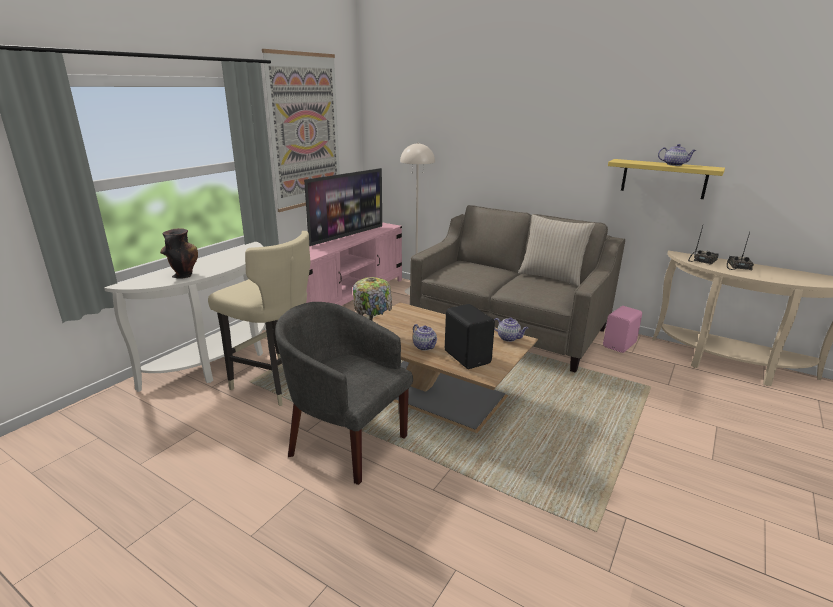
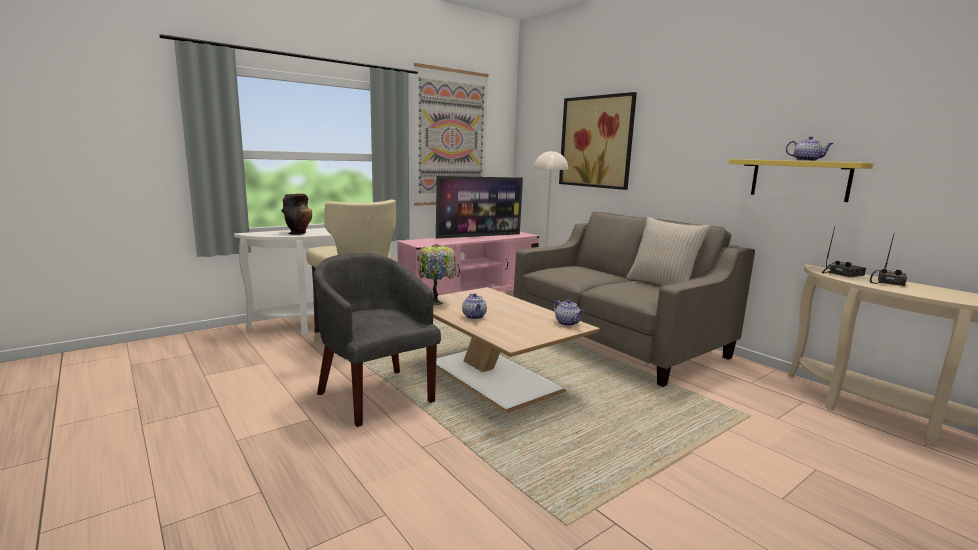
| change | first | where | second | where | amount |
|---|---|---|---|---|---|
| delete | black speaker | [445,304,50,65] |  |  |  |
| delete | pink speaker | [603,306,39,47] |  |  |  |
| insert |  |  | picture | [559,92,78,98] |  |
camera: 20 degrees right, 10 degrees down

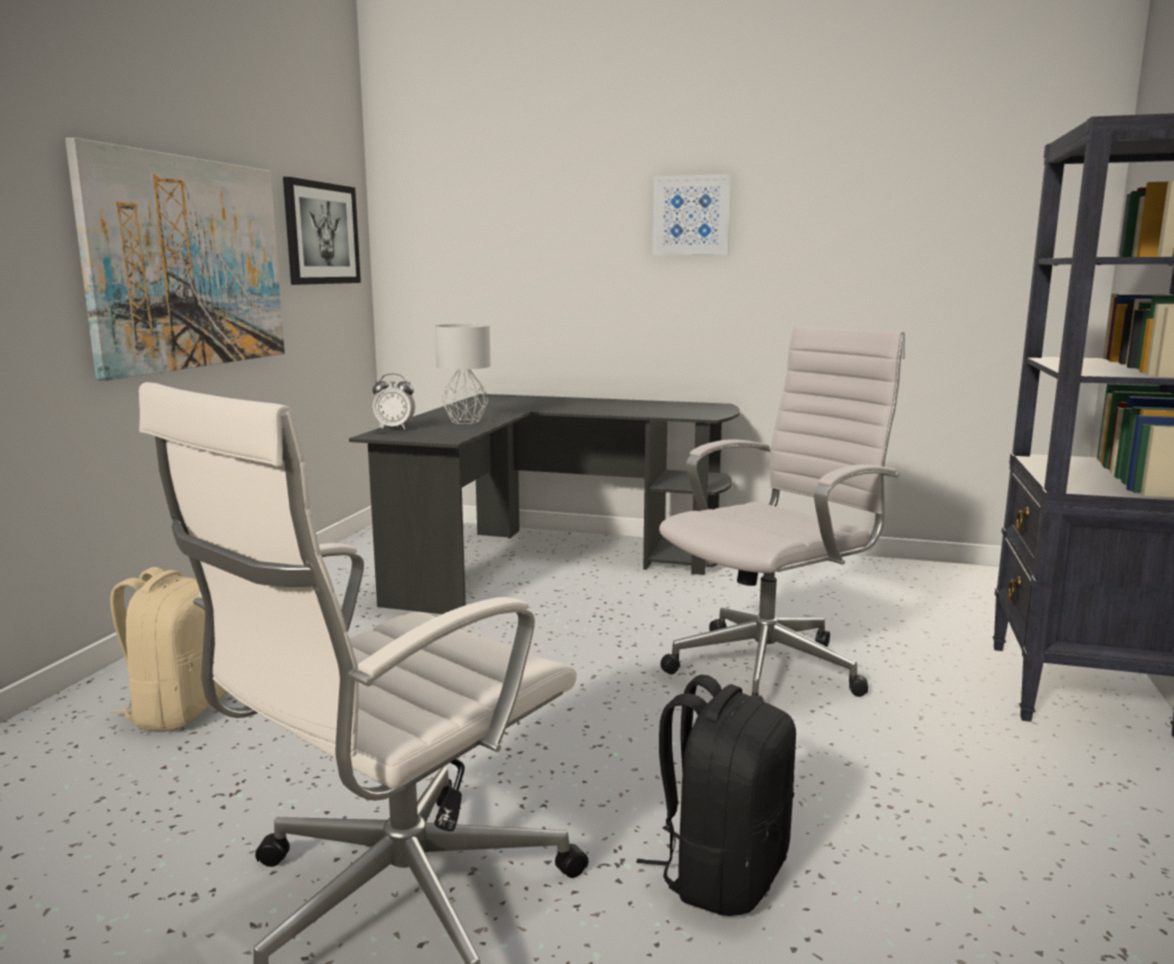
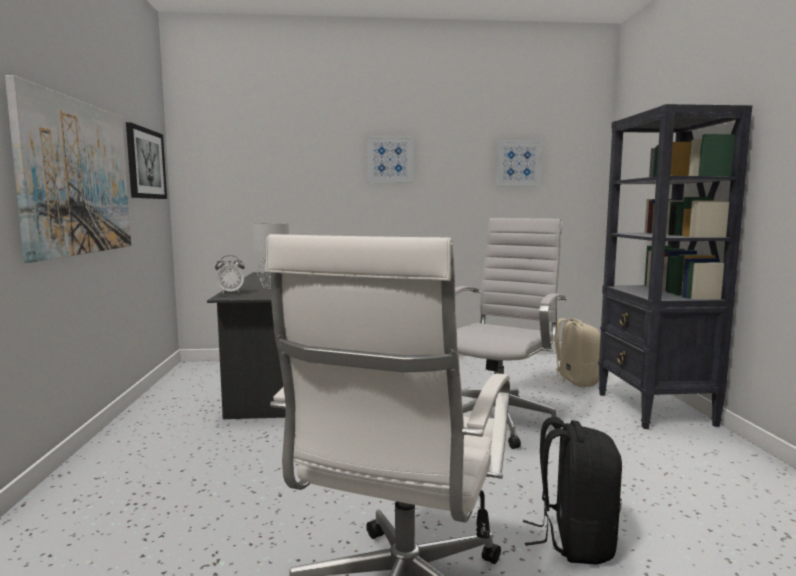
| change | first | where | second | where | amount |
|---|---|---|---|---|---|
| move | beige backpack | [110,567,118,164] |  | [546,318,55,69] |  |
| insert |  |  | picture | [496,140,46,46] |  |
camera: 20 degrees left, 5 degrees down

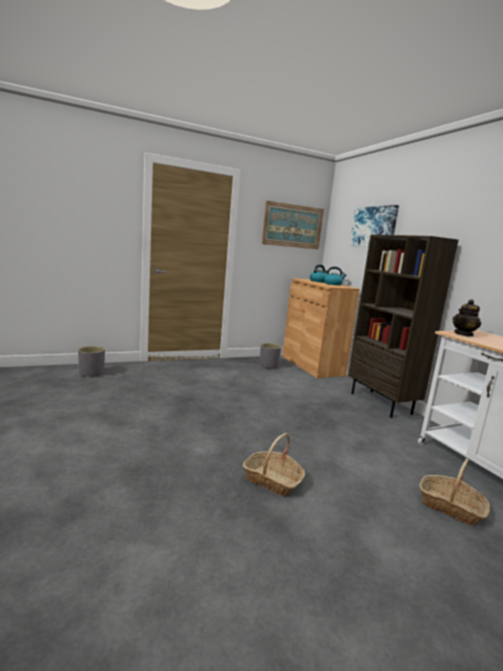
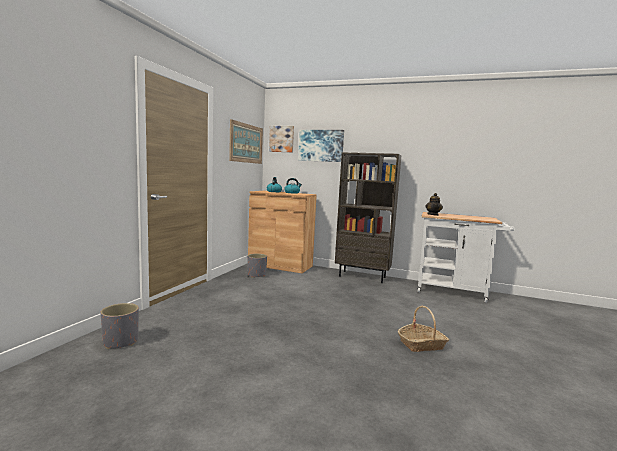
| change | first | where | second | where | amount |
|---|---|---|---|---|---|
| delete | basket | [420,458,70,68] |  |  |  |
| insert |  |  | picture | [269,126,25,26] |  |
camera: 45 degrees left, 5 degrees down

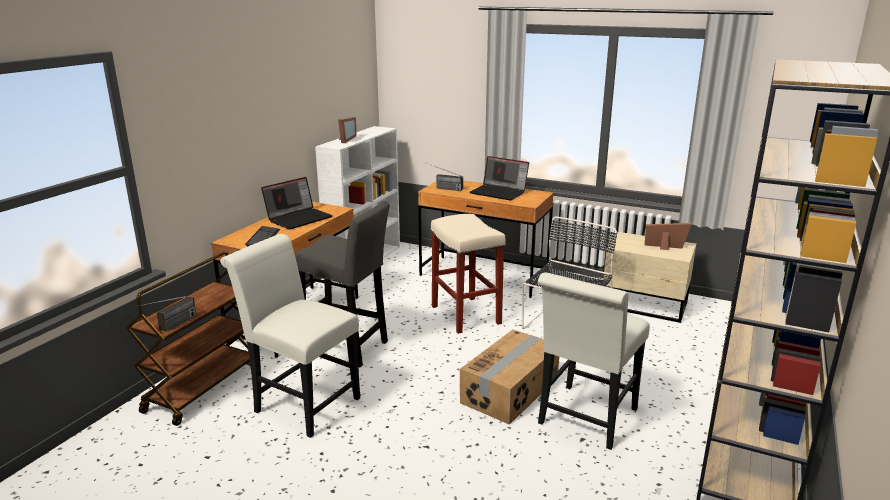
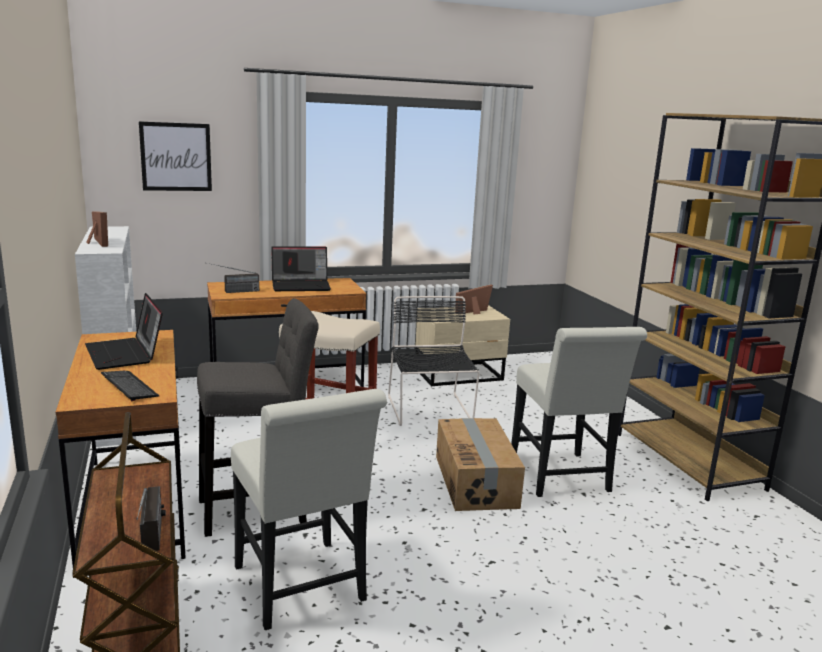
| change | first | where | second | where | amount |
|---|---|---|---|---|---|
| rotate | laptop | [261,177,72,53] |  | [85,293,78,77] | 150 degrees clockwise |
| rotate | white chair | [220,234,140,204] |  | [231,389,156,241] | 105 degrees counterclockwise |
| insert |  |  | picture | [139,121,73,70] |  |
camera: 45 degrees left, 5 degrees down

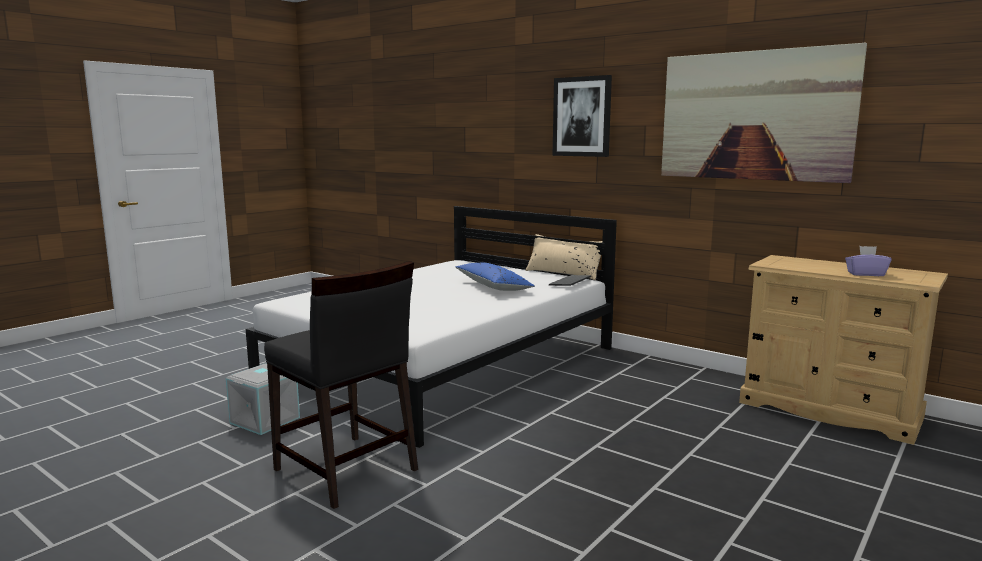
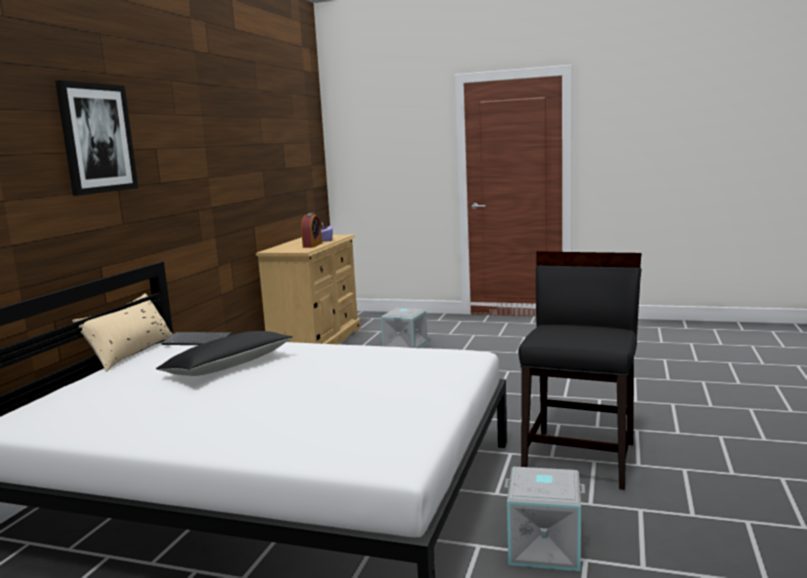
| change | first | where | second | where | amount |
|---|---|---|---|---|---|
| delete | picture | [661,43,206,140] |  |  |  |
| recolor | blue pillow | [455,263,80,28] | black pillow | [156,331,137,45] |  |
| insert |  |  | alarm clock | [301,213,21,35] |  |
| insert |  |  | grey storage box | [381,308,47,40] |  |
camera: 110 degrees left, 0 degrees up

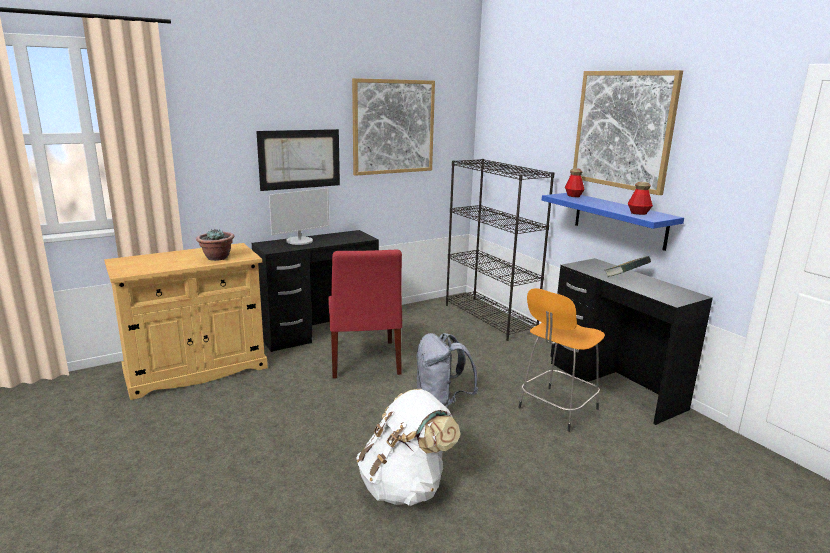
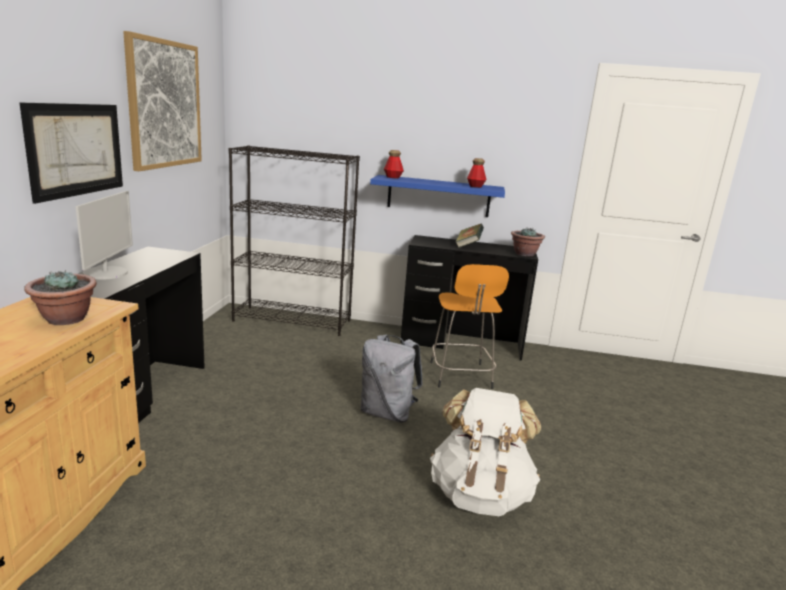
| change | first | where | second | where | amount |
|---|---|---|---|---|---|
| delete | picture | [573,70,110,125] |  |  |  |
| delete | red chair | [328,249,74,130] |  |  |  |
| insert |  |  | potted plant | [511,228,34,28] |  |
camera: 50 degrees left, 0 degrees up

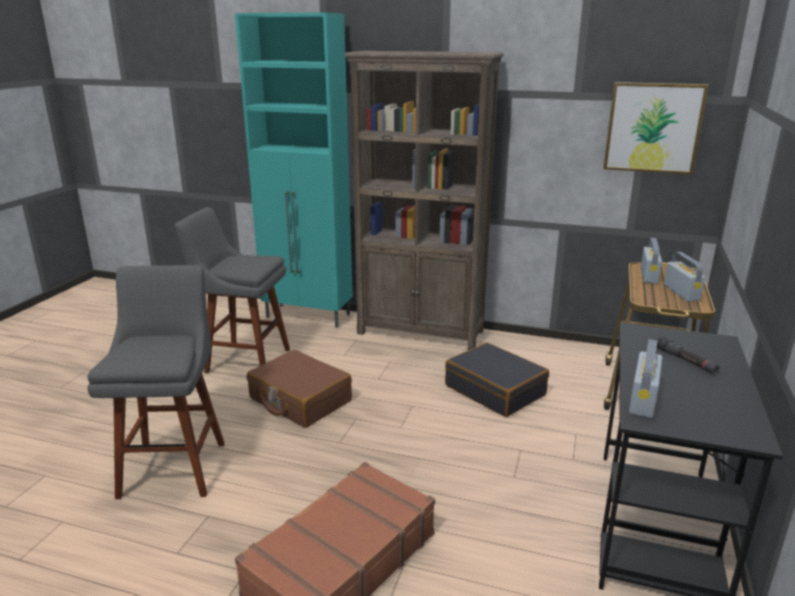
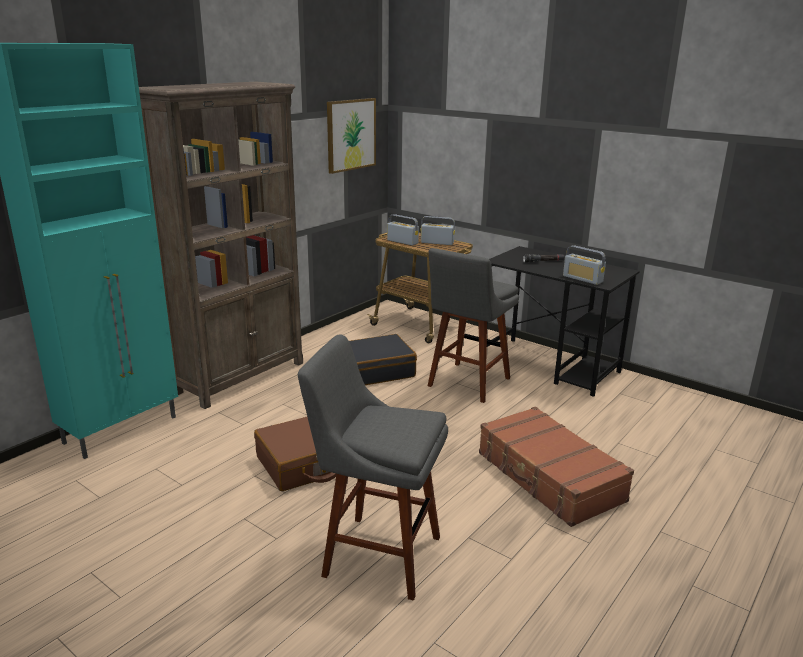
| change | first | where | second | where | amount |
|---|---|---|---|---|---|
| move | grey stool | [175,207,115,166] |  | [428,248,91,155] |  |
camera: 70 degrees left, 0 degrees up

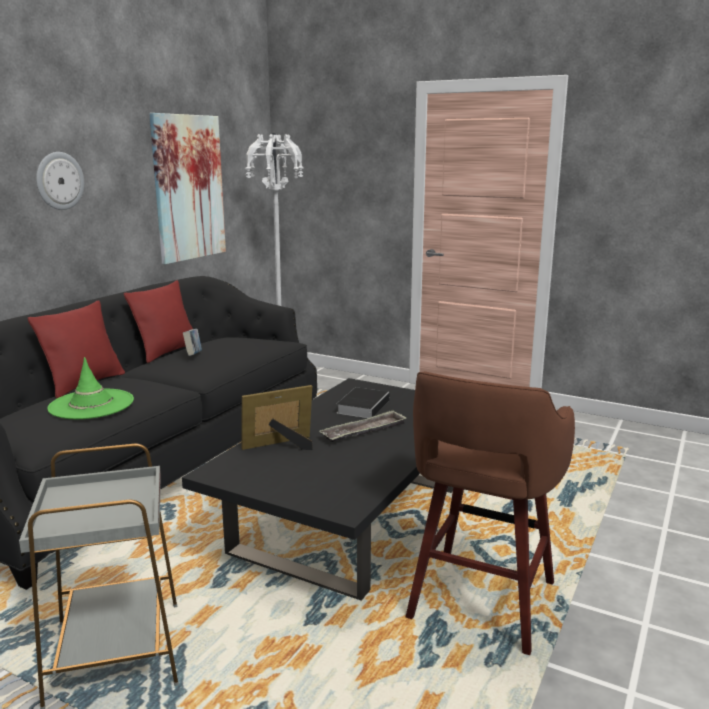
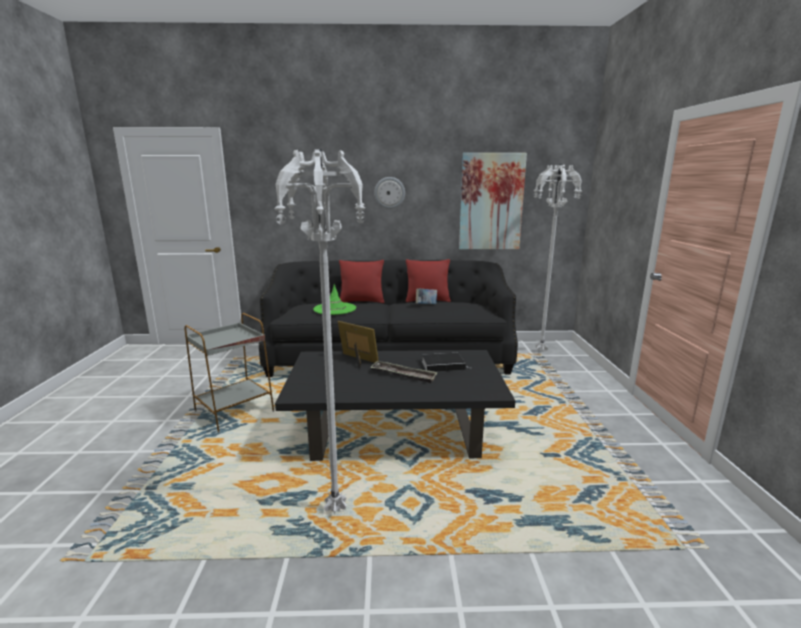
| change | first | where | second | where | amount |
|---|---|---|---|---|---|
| replace | brown stool | [406,371,169,284] | white floor lamp | [274,149,91,365] |  |
camera: 60 degrees right, 0 degrees up

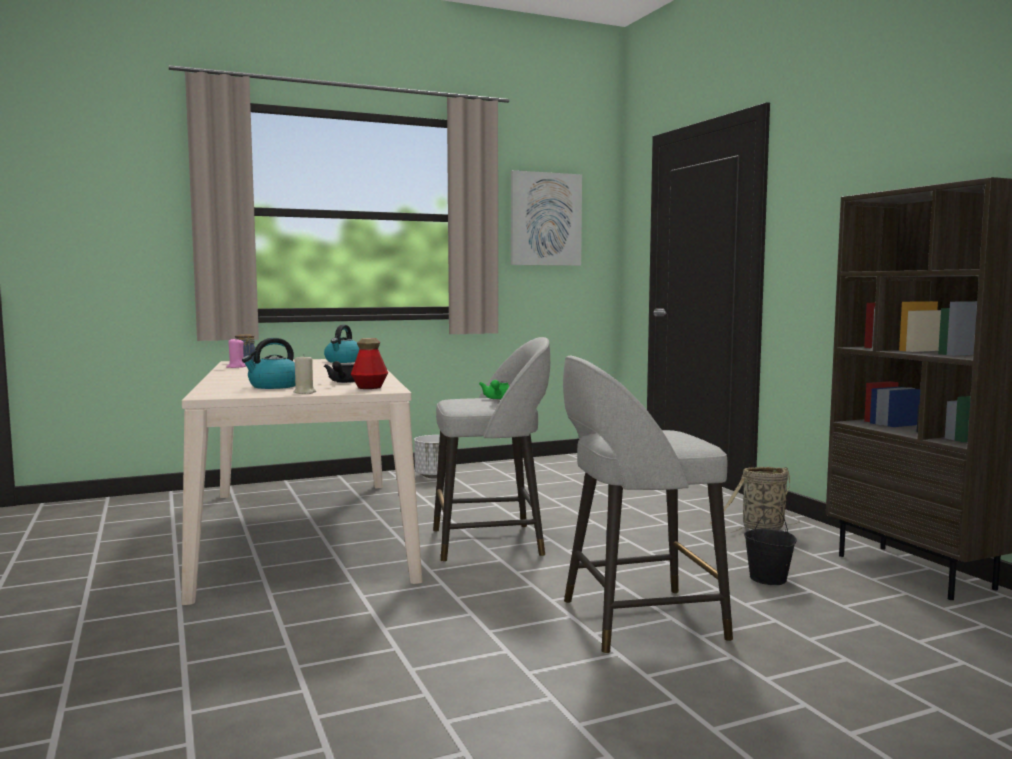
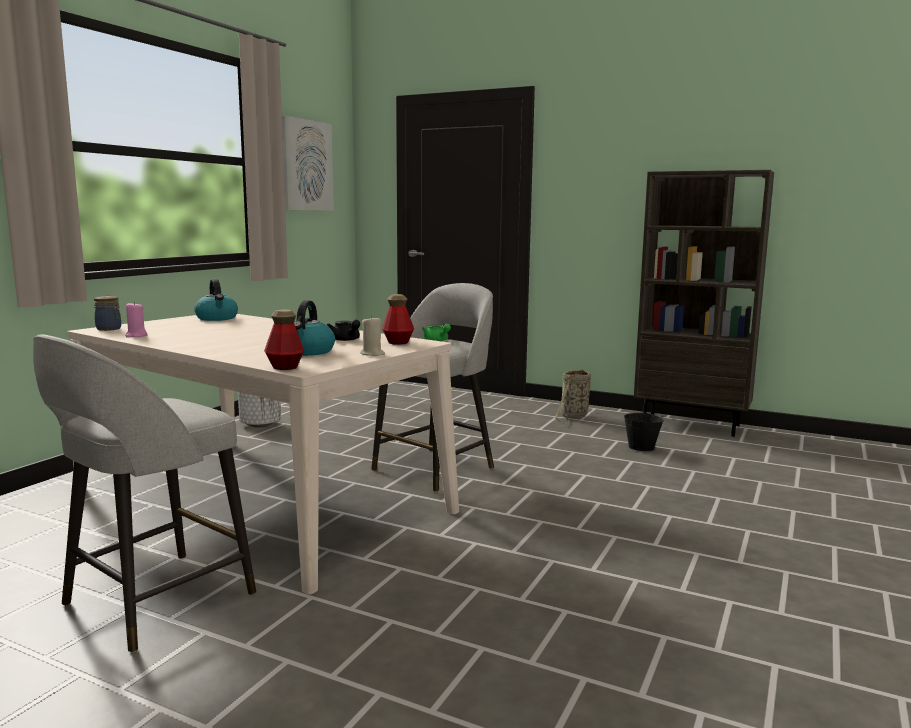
| change | first | where | second | where | amount |
|---|---|---|---|---|---|
| move | grey stool | [563,356,170,298] |  | [33,334,223,319] |  |
| insert |  |  | bottle | [264,309,40,61] |  |
camera: 40 degrees left, 5 degrees up

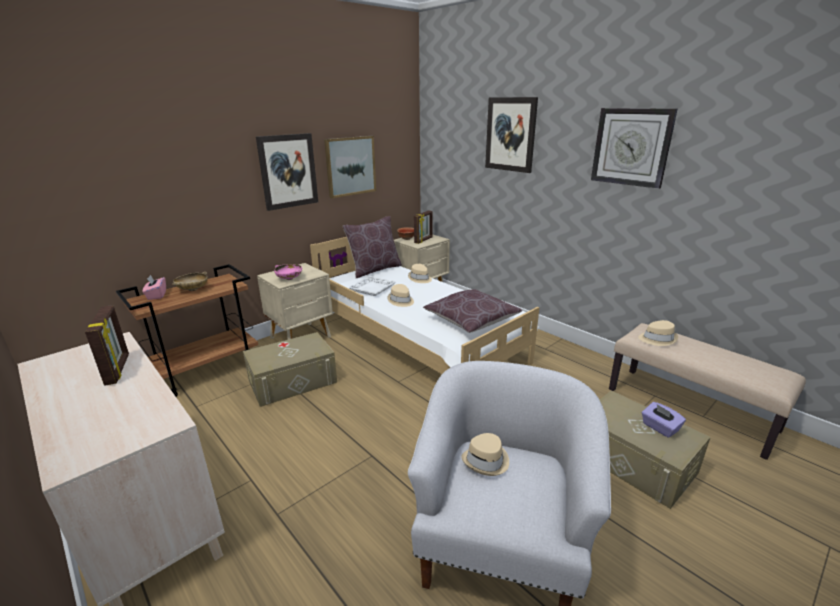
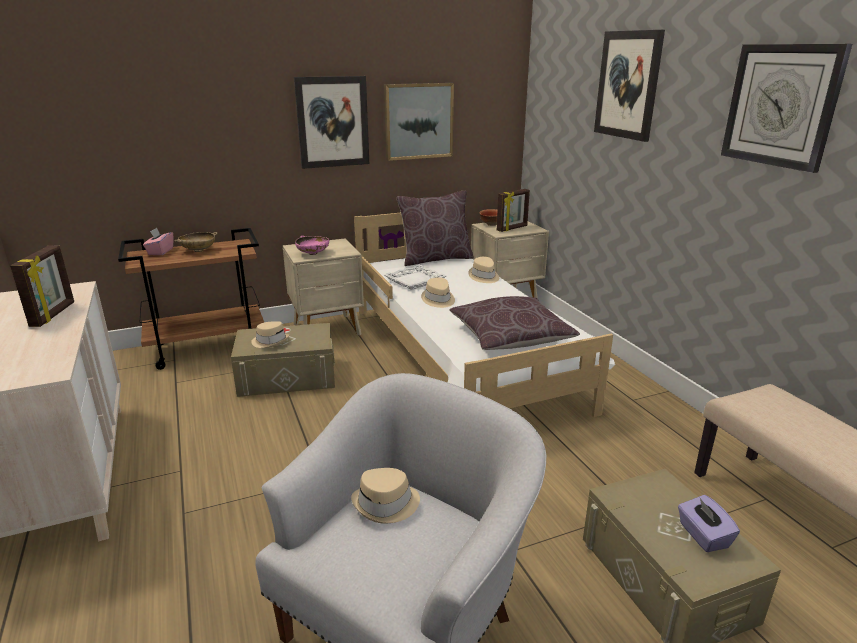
| change | first | where | second | where | amount |
|---|---|---|---|---|---|
| move | beige hat | [638,320,40,26] |  | [251,321,38,27] |  |
camera: 20 degrees right, 0 degrees up

